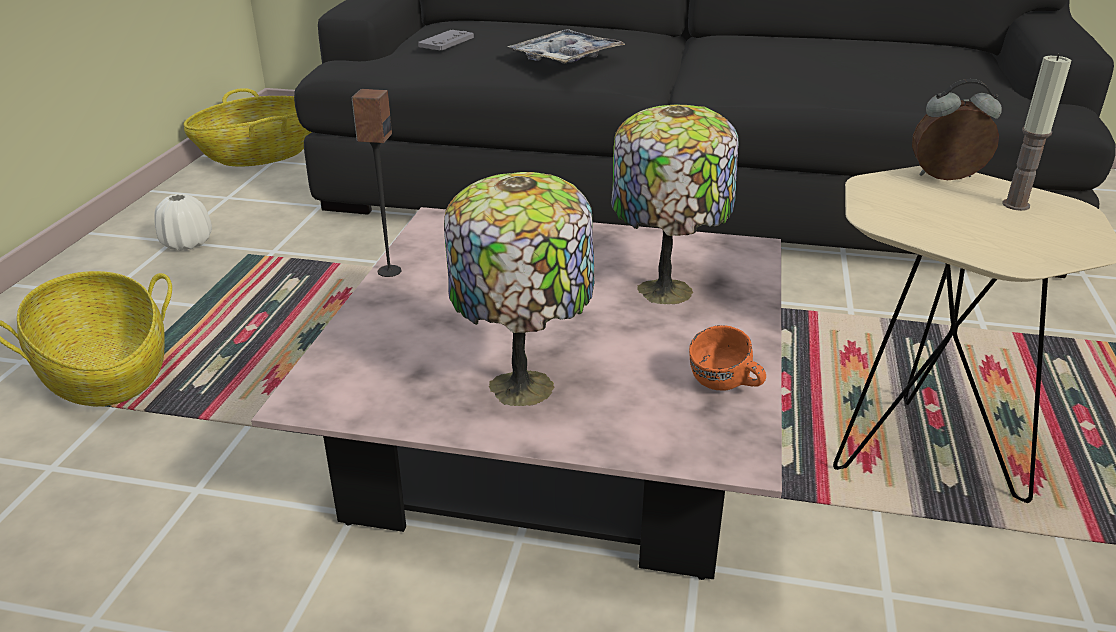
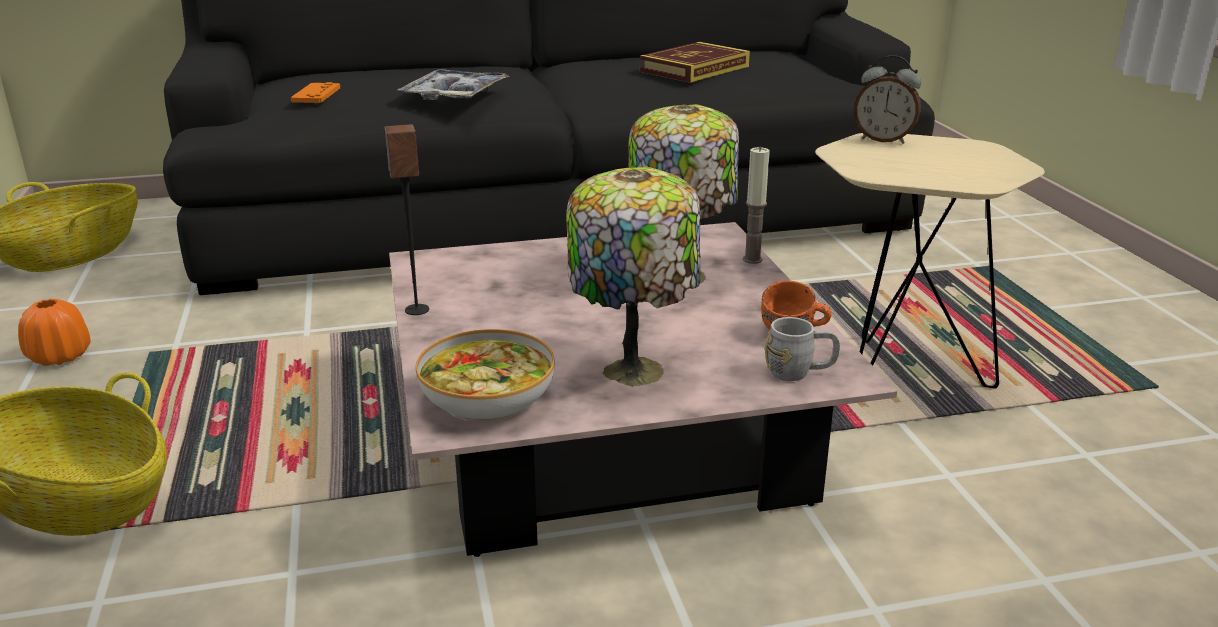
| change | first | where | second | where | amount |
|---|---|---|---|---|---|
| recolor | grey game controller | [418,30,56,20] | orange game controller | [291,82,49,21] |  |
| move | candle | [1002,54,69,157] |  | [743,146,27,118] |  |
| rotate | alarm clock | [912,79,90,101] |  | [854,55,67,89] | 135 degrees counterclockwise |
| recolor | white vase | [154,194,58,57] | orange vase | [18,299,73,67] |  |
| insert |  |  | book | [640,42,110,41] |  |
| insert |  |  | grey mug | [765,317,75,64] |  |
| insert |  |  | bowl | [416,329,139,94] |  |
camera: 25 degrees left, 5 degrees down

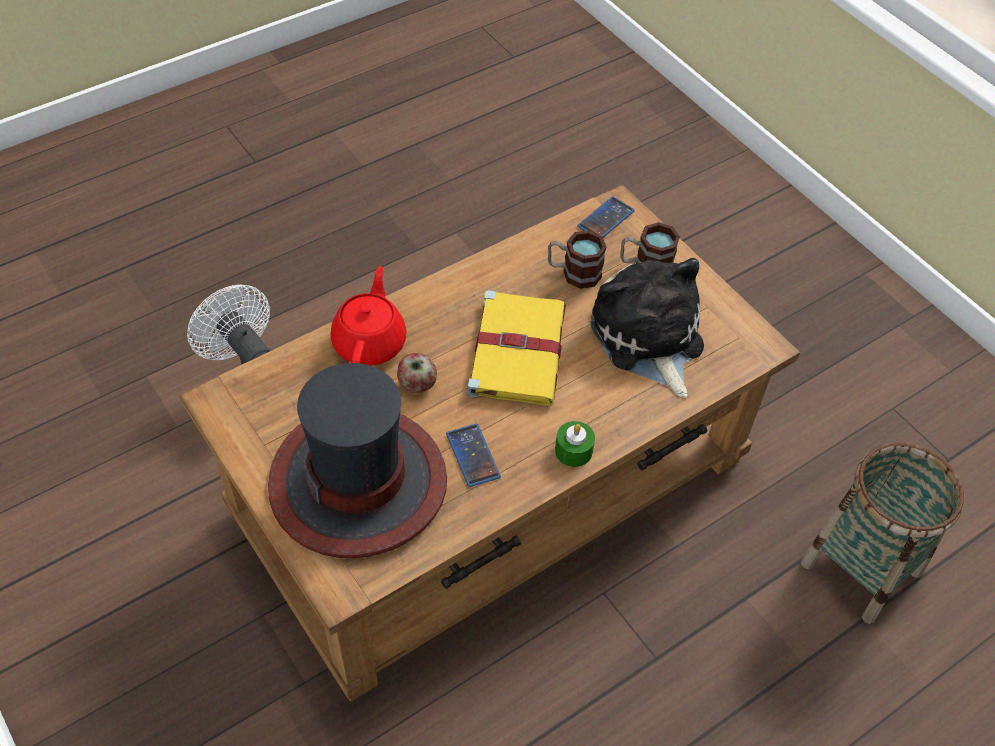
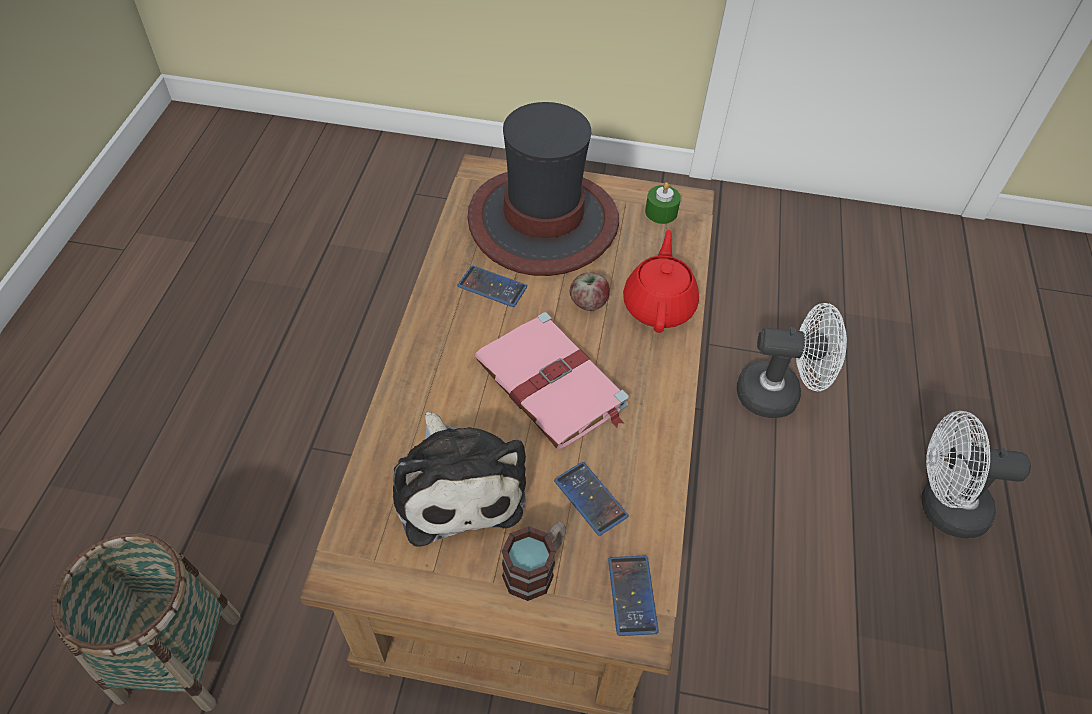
| change | first | where | second | where | amount |
|---|---|---|---|---|---|
| replace | mug | [548,230,59,59] | phone | [554,462,74,74] |  |
| rotate | plush toy | [590,258,114,139] |  | [393,412,133,135] | 45 degrees clockwise |
| rotate | red teapot | [330,266,76,100] |  | [623,230,76,103] | 135 degrees counterclockwise |
| recolor | yellow book | [467,290,99,116] | pink book | [475,312,154,138] |  |
| move | green candle | [555,421,40,46] |  | [645,182,36,42] |  |
| insert |  |  | white fan | [922,411,109,127] |  |
camera: 135 degrees right, 0 degrees up

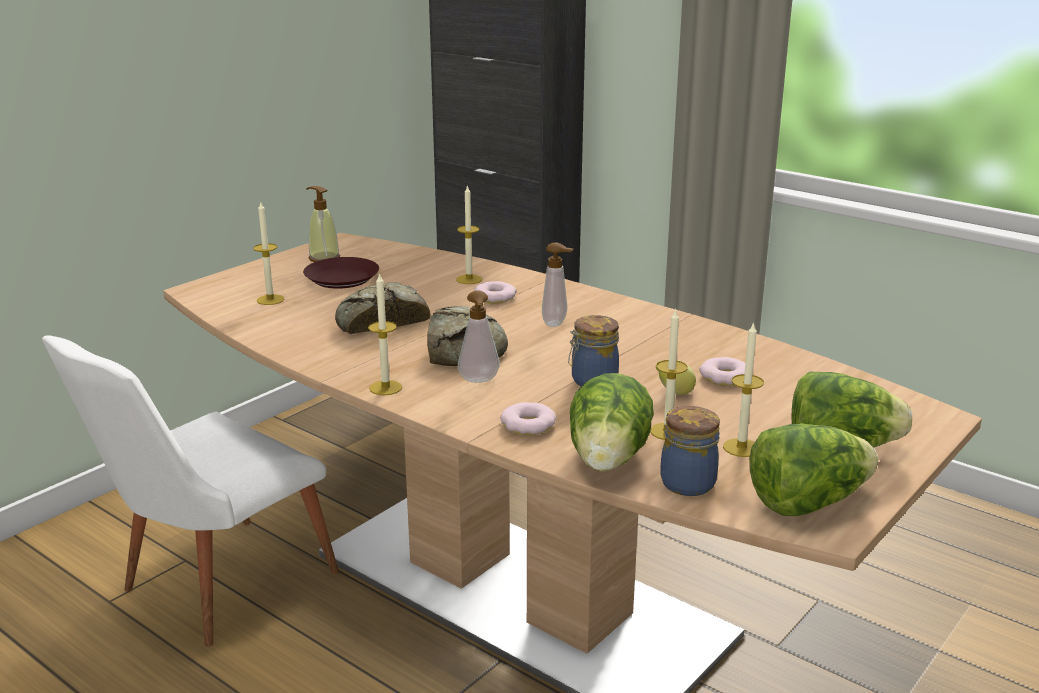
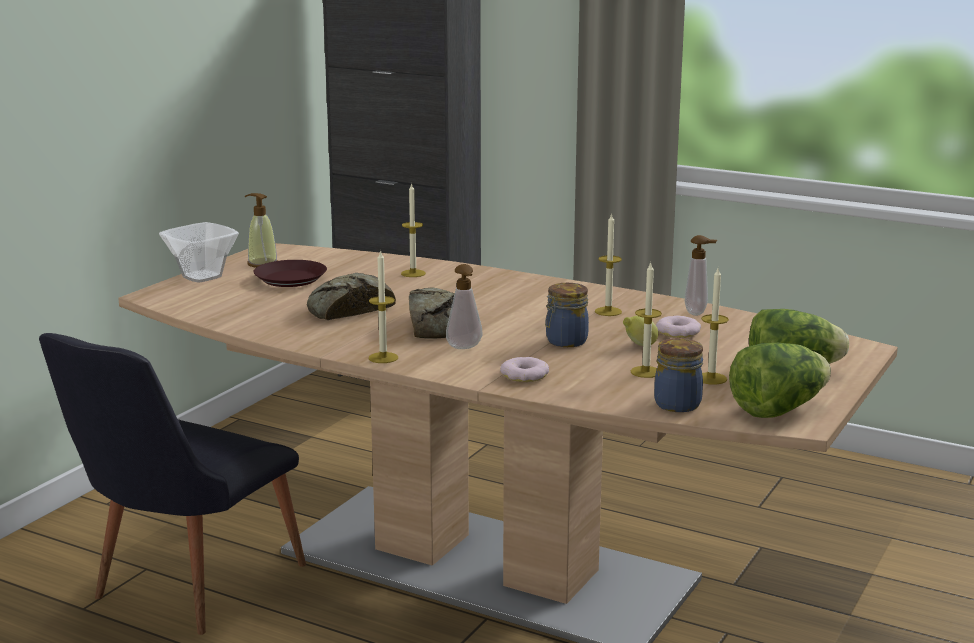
| change | first | where | second | where | amount |
|---|---|---|---|---|---|
| move | candle | [253,201,31,104] |  | [595,213,27,103] |  |
| move | soap dispenser | [542,242,31,85] |  | [685,235,32,81] |  |
| delete | donut | [474,281,43,22] |  |  |  |
| recolor | white chair | [42,335,297,312] | black chair | [39,333,267,302] |  |
| delete | lettuce | [570,373,84,98] |  |  |  |
| insert |  |  | bowl | [159,222,80,61] |  |
camera: 10 degrees left, 5 degrees down

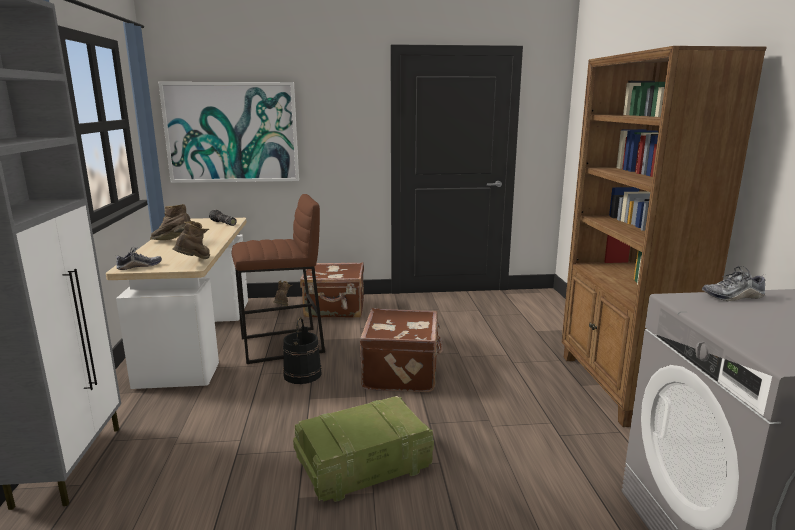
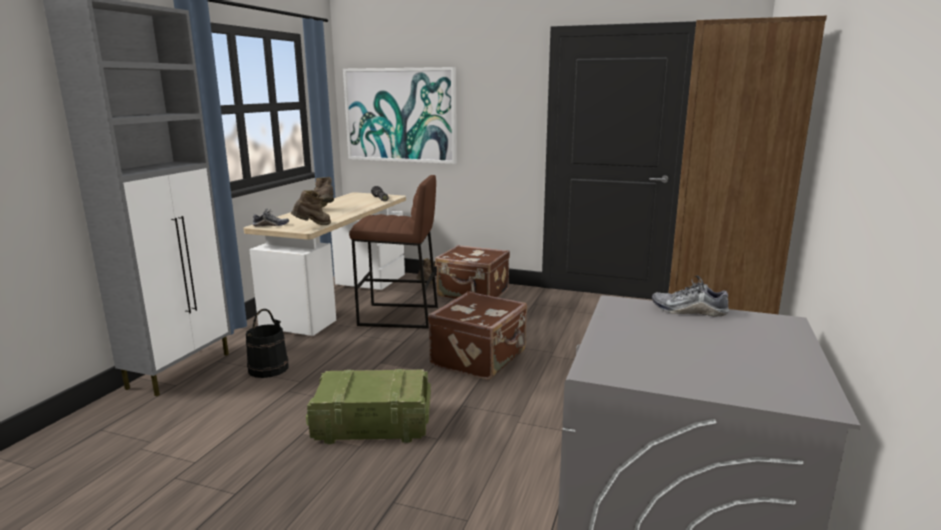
| change | first | where | second | where | amount |
|---|---|---|---|---|---|
| move | black bucket | [283,317,39,67] |  | [246,309,43,69] |  |
camera: 25 degrees right, 0 degrees up

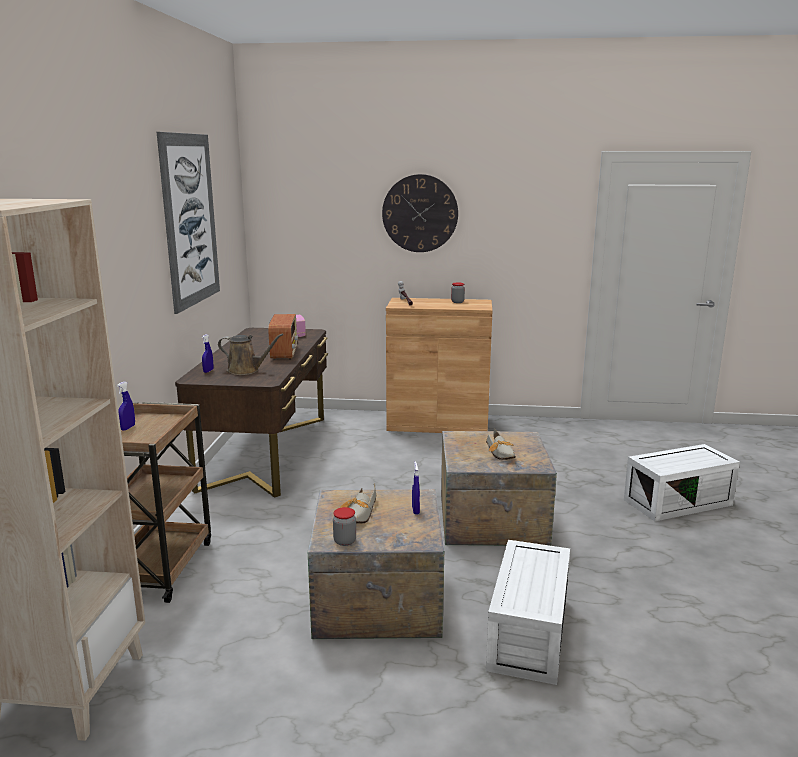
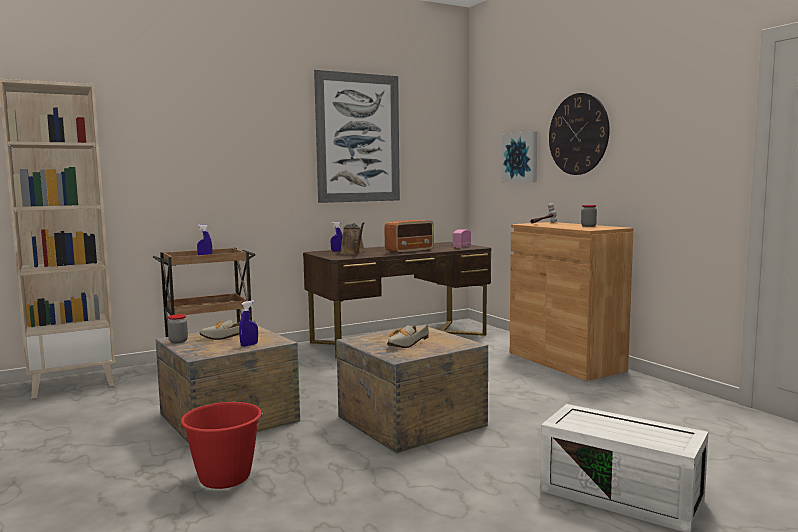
| change | first | where | second | where | amount |
|---|---|---|---|---|---|
| replace | white storage box | [486,540,84,145] | red bucket | [179,402,84,87] |  |
| insert |  |  | picture | [502,131,35,51] |  |
camera: 55 degrees right, 10 degrees down

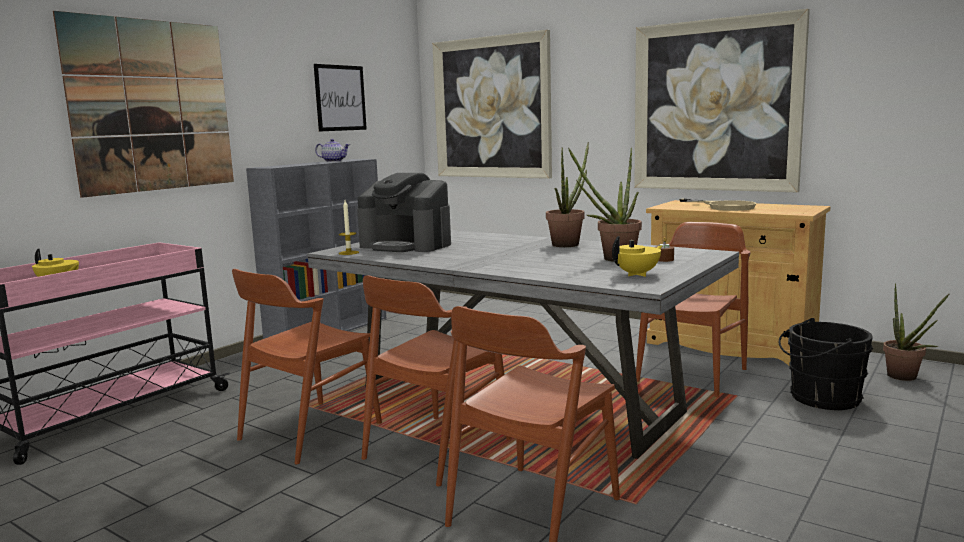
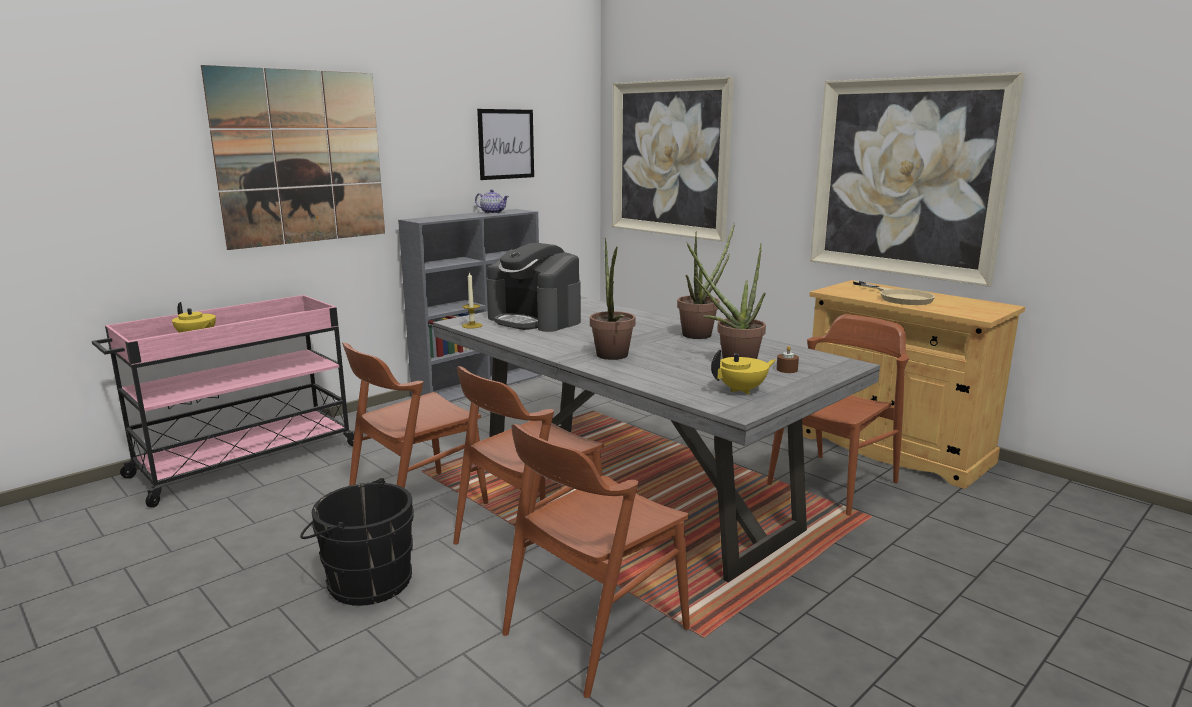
| change | first | where | second | where | amount |
|---|---|---|---|---|---|
| move | potted plant | [883,283,66,98] |  | [590,238,45,122] |  |
| move | black bucket | [779,318,94,92] |  | [300,478,114,128] |  |
camera: 10 degrees right, 5 degrees up

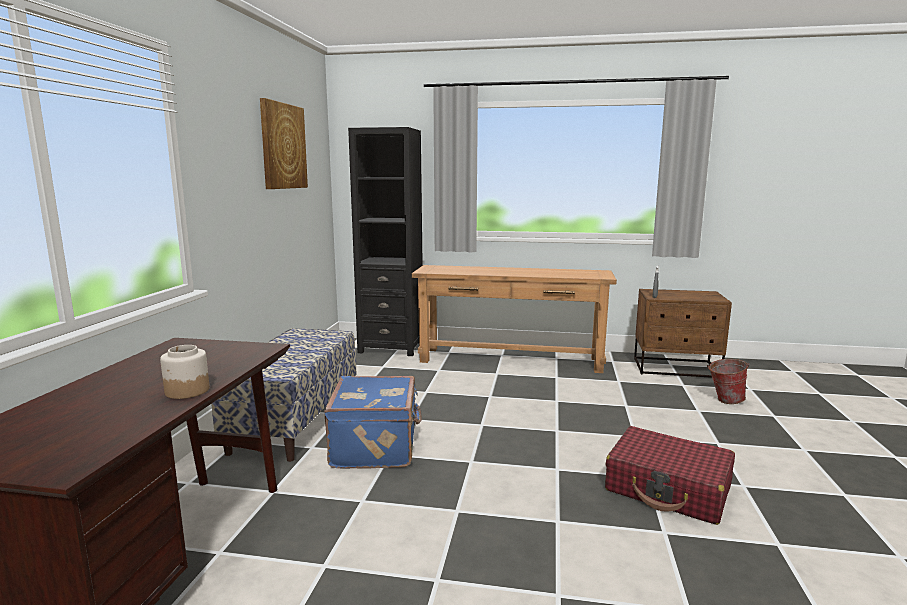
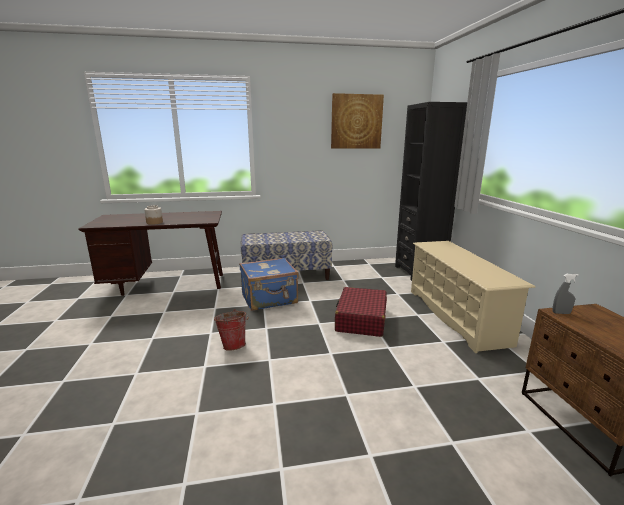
| change | first | where | second | where | amount |
|---|---|---|---|---|---|
| replace | brown console table | [412,265,205,108] | beige shoe rack | [411,241,125,112] |  |
| move | bucket | [707,359,42,45] |  | [214,309,35,42] |  |
| move | red suitcase | [605,426,130,99] |  | [335,287,52,50] |  |
camera: 70 degrees right, 5 degrees up

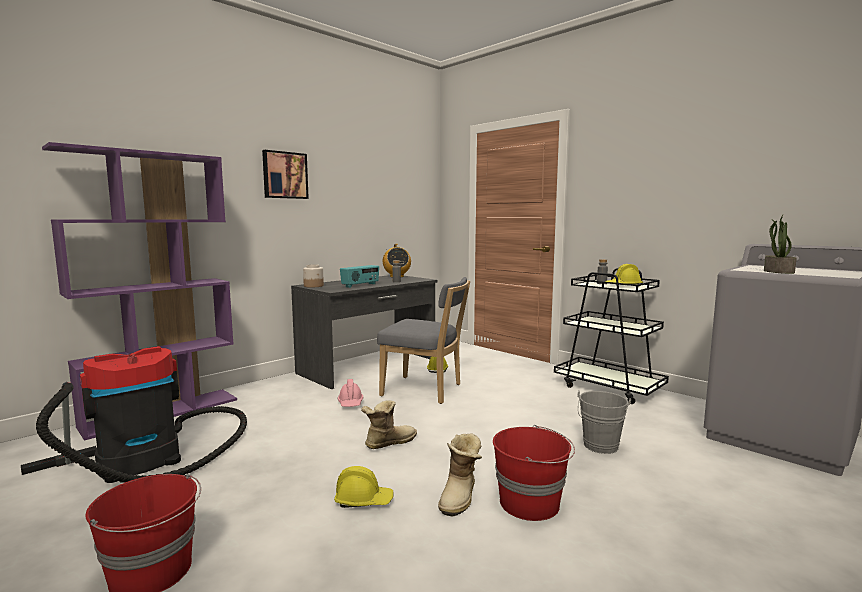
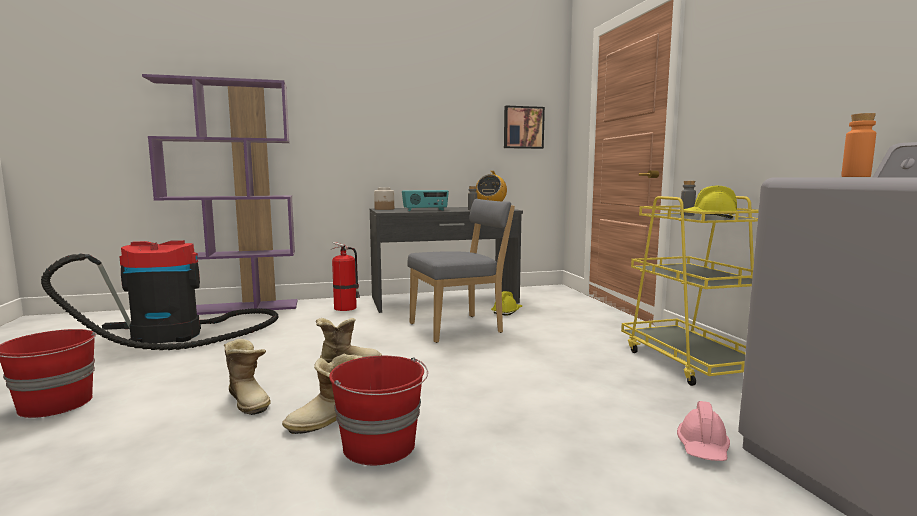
| change | first | where | second | where | amount |
|---|---|---|---|---|---|
| move | picture | [262,150,47,49] |  | [504,106,41,43] |  |
| replace | potted plant | [764,215,33,59] | orange bottle | [841,113,35,64] |  |
| recolor | black cart | [554,268,115,136] | yellow cart | [621,196,138,190] |  |
| rotate | grey chair | [377,277,93,127] |  | [408,199,107,144] | 75 degrees counterclockwise |
| move | pink hard hat | [338,379,25,28] |  | [677,401,53,60] |  |
| delete | grey bucket | [577,391,54,63] |  |  |  |
| replace | yellow hard hat | [334,466,60,42] | boot | [224,339,47,76] |  |
| insert |  |  | fire extinguisher | [332,242,28,69] |  |
camera: 30 degrees right, 0 degrees up

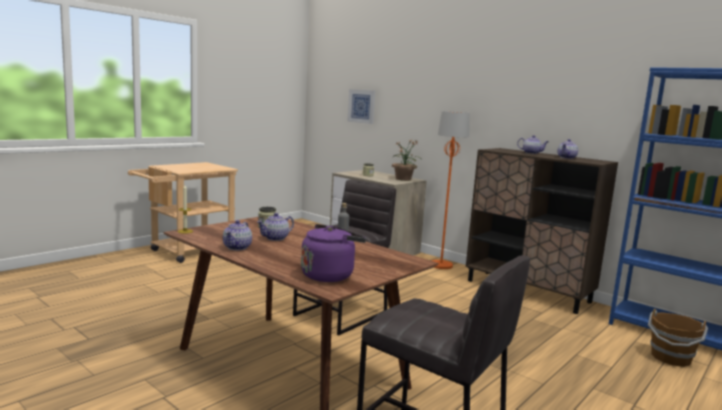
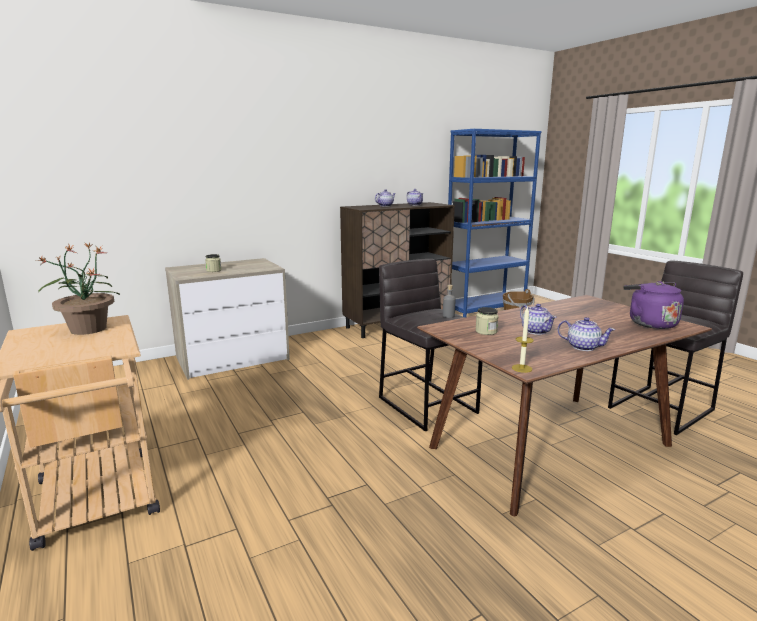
| change | first | where | second | where | amount |
|---|---|---|---|---|---|
| delete | picture | [347,89,28,35] |  |  |  |
| delete | orange floor lamp | [431,111,39,158] |  |  |  |
| move | potted plant | [392,140,28,41] |  | [38,242,82,93] |  |
camera: 70 degrees left, 5 degrees up

